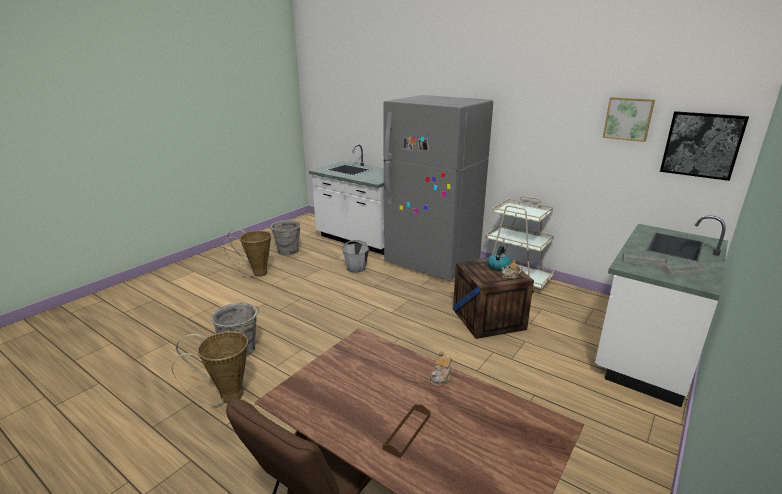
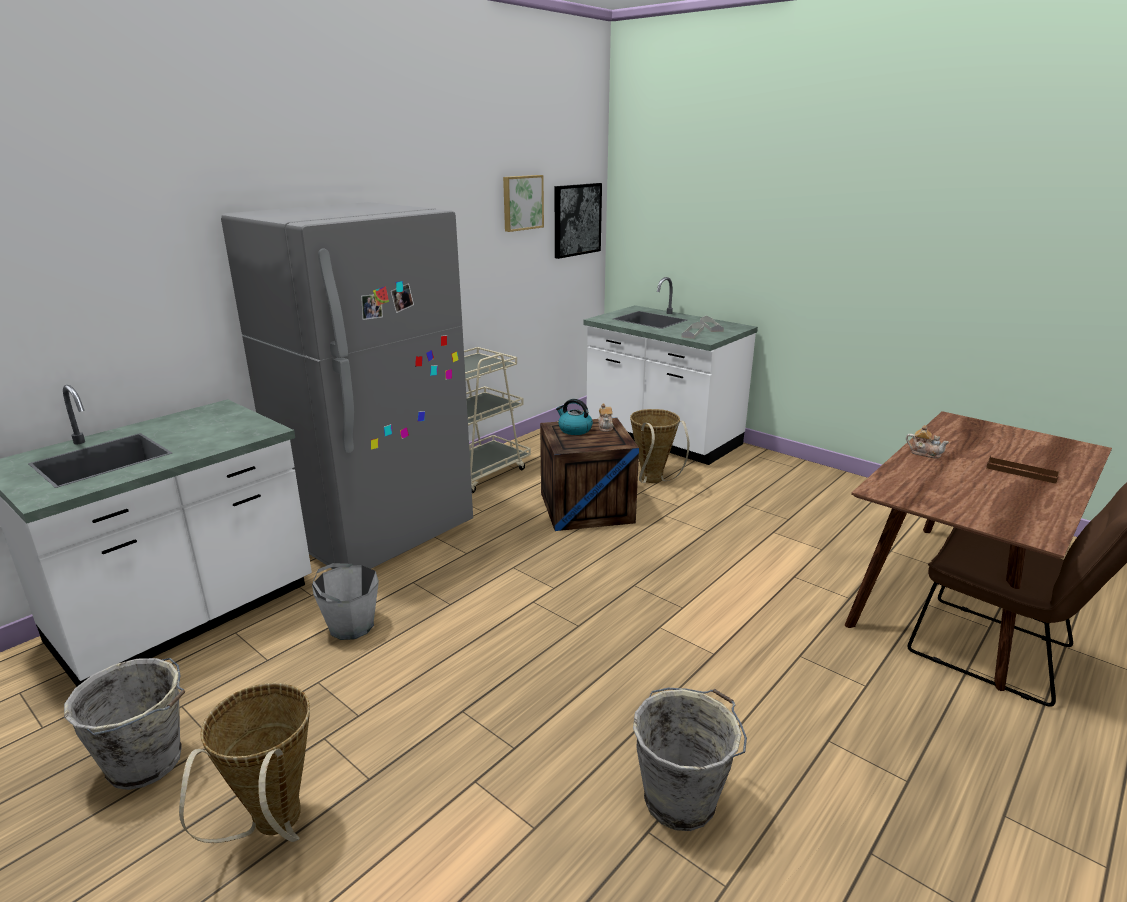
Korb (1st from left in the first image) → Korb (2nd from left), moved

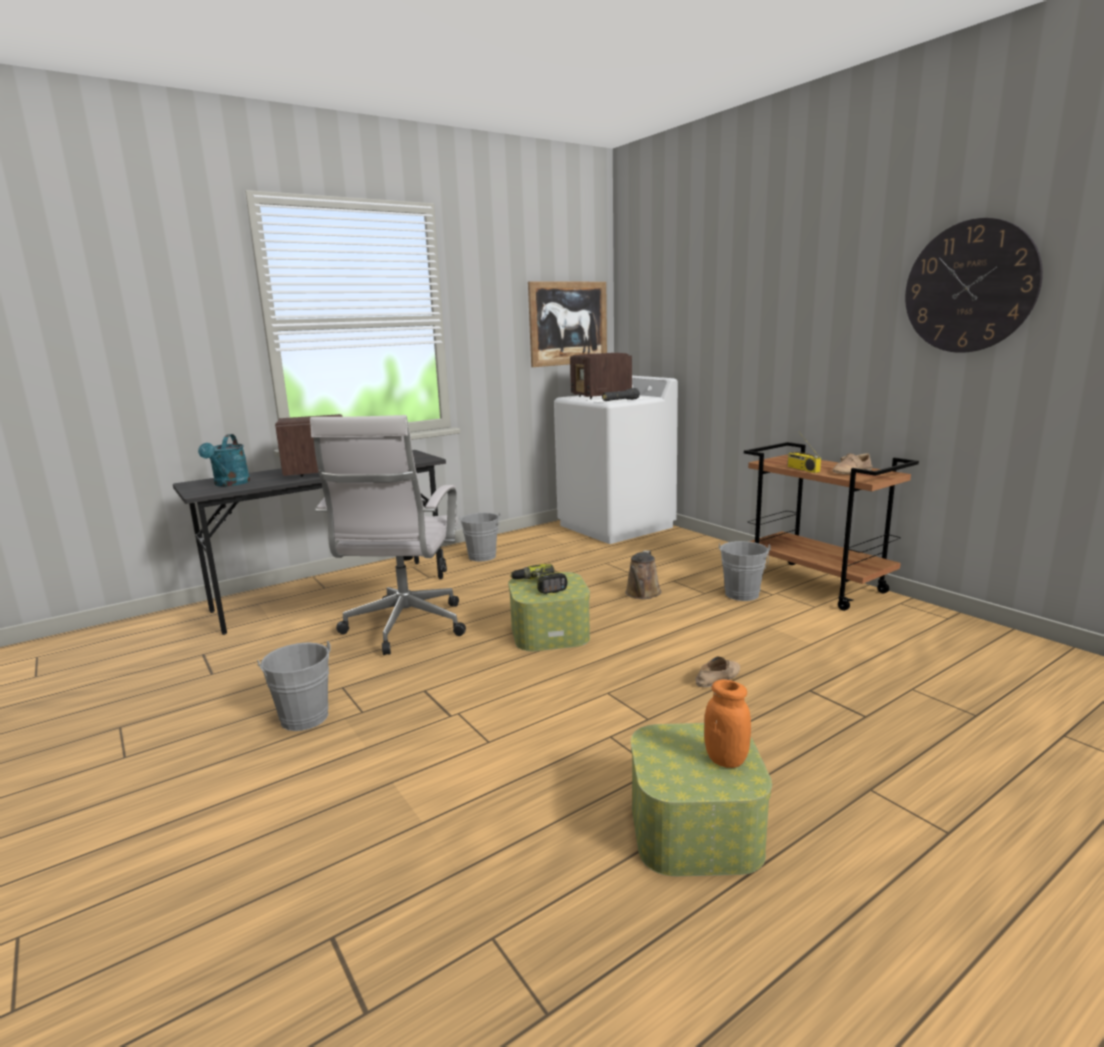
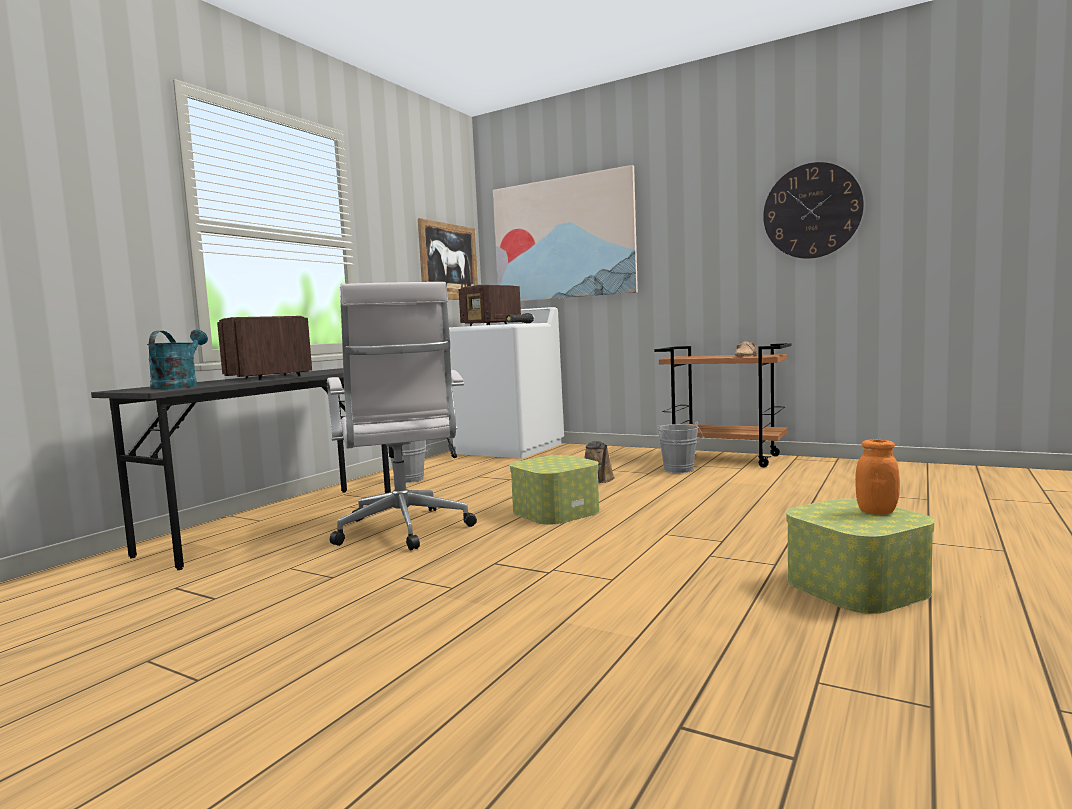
Radio (3rd from left) → -
Gießkanne/türkis, 150 degrees counterclockwise
Bohrmaschine → -
Eimer/grau (1st from left) → -
Schuh/beige (1st from left) → -
- → Bild (2nd from left)

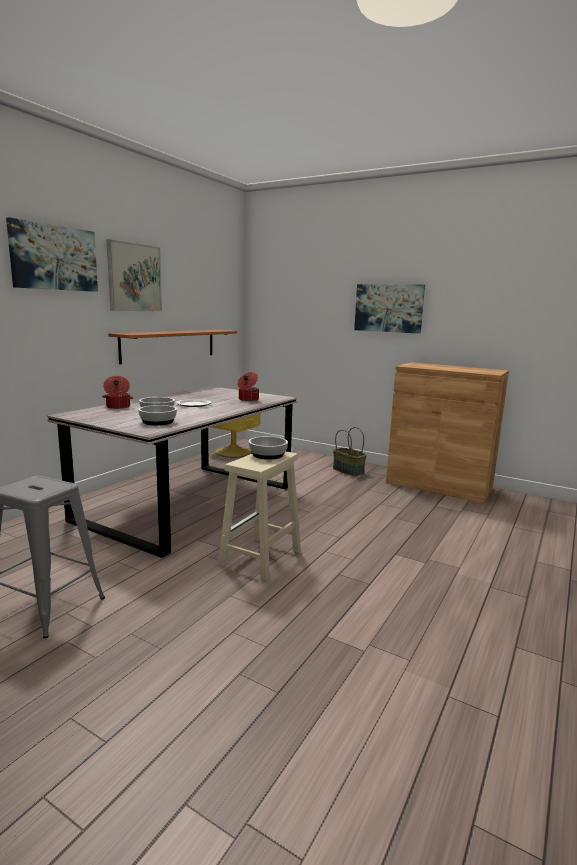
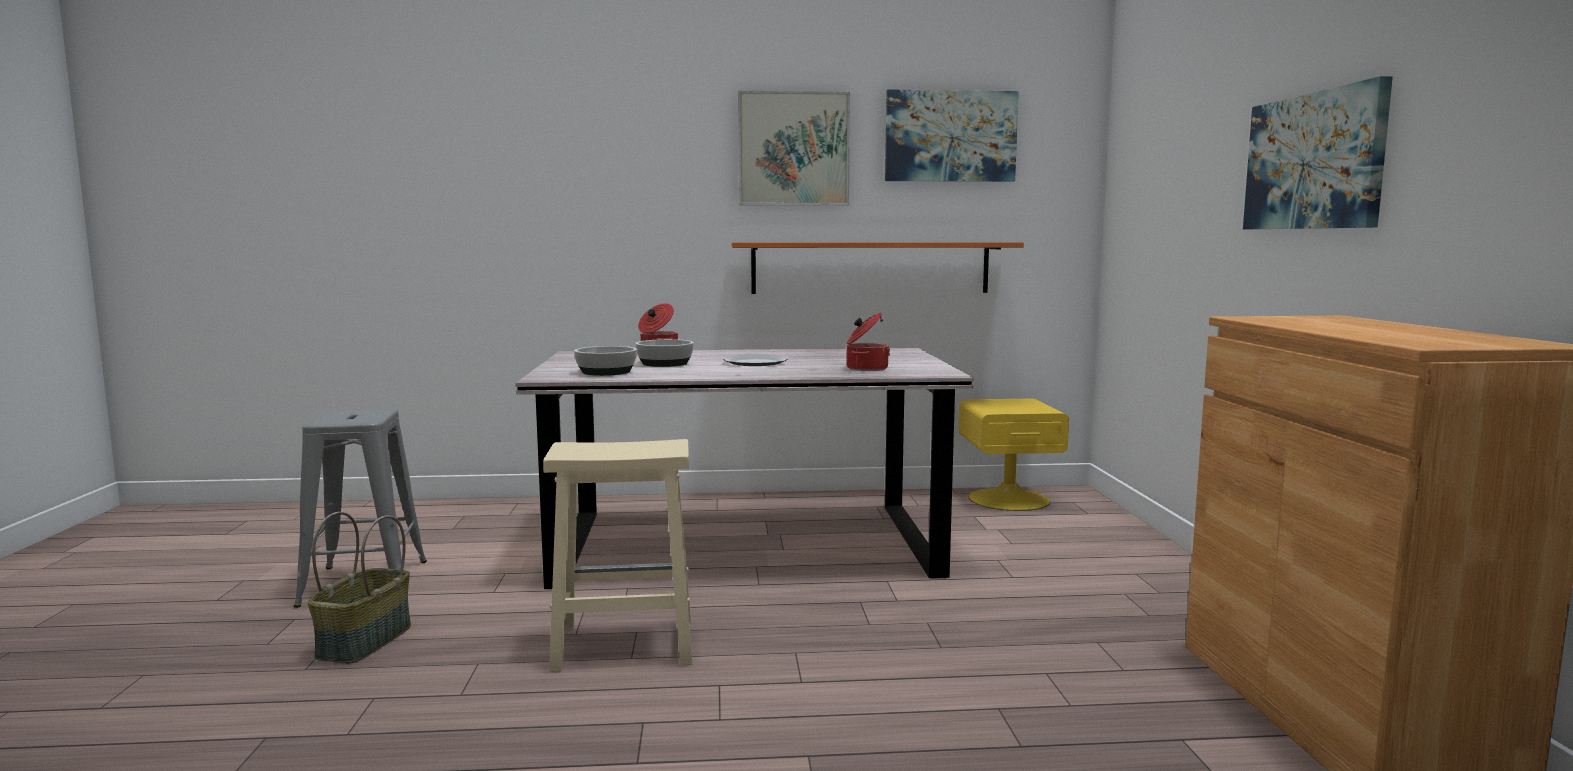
Bild (1st from left in the first image) → Bild (2nd from left), moved
Korb, moved
Schüssel (3rd from left) → -

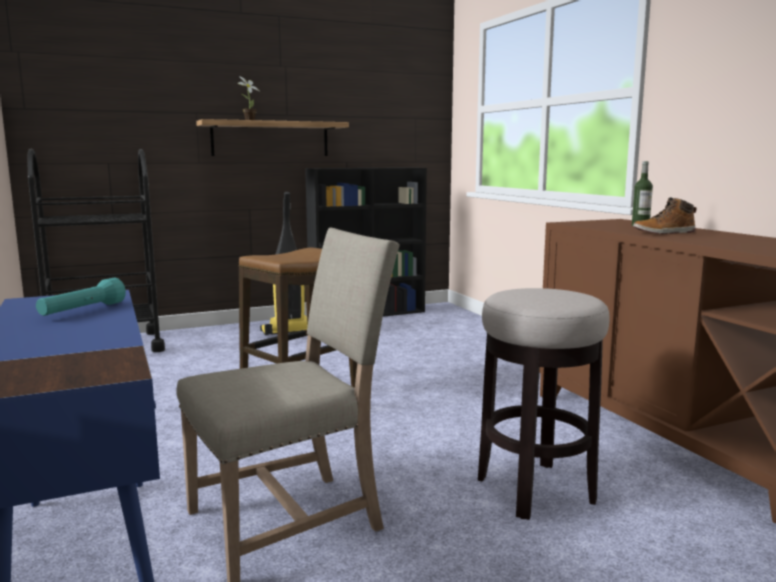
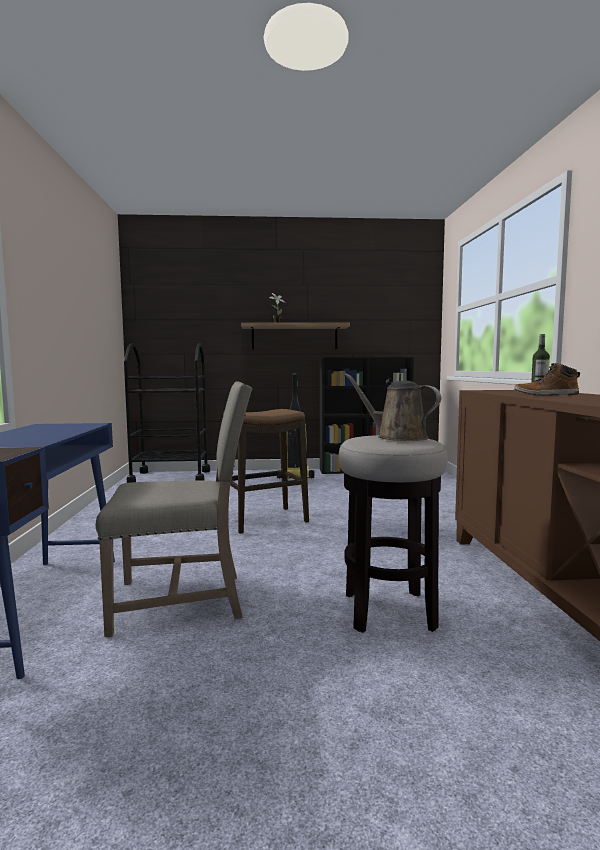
Taschenlampe/türkis → -
- → Gießkanne/braun

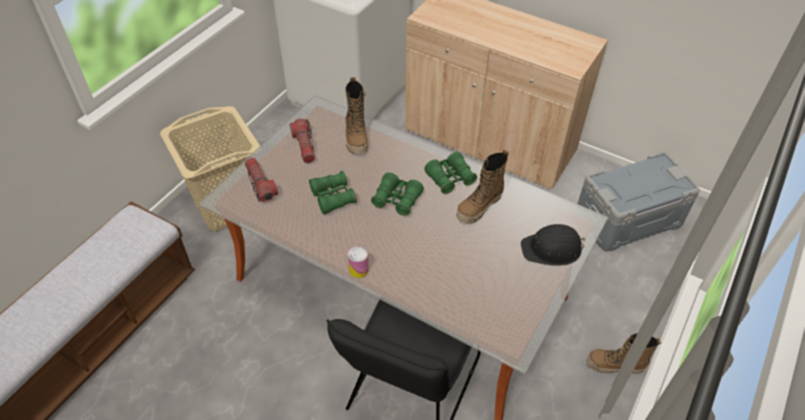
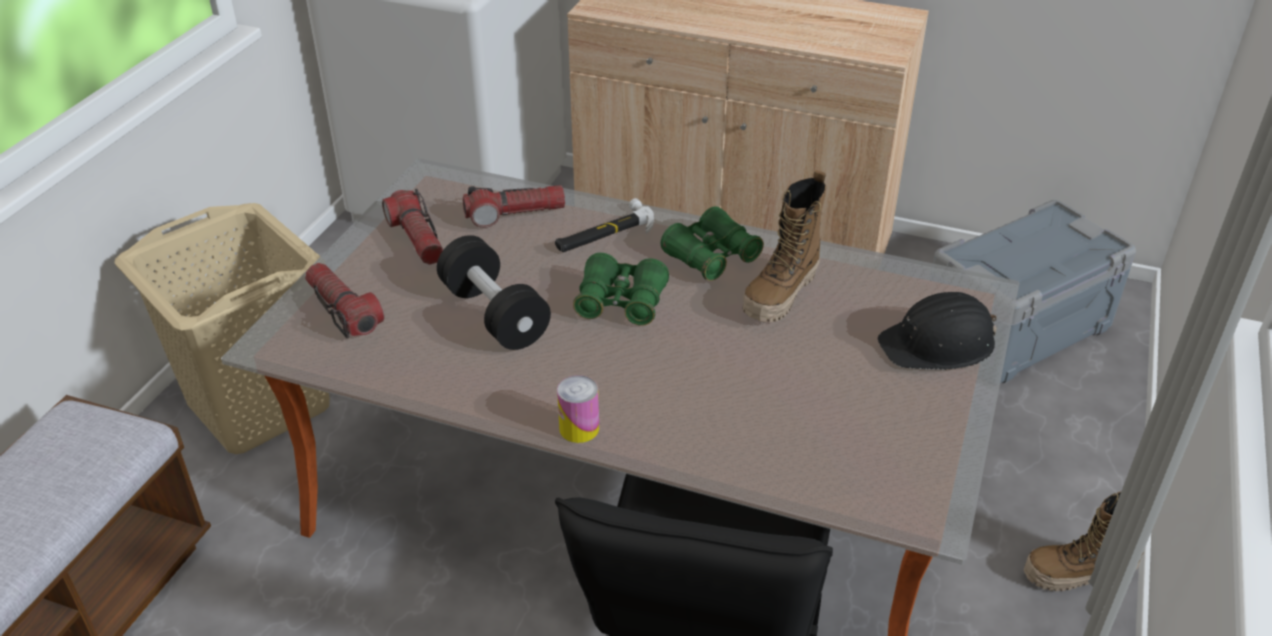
Stiefel (1st from left) → Taschenlampe (3rd from left)
Fernglas/grün (1st from left) → Hantel/schwarz
- → Hammer

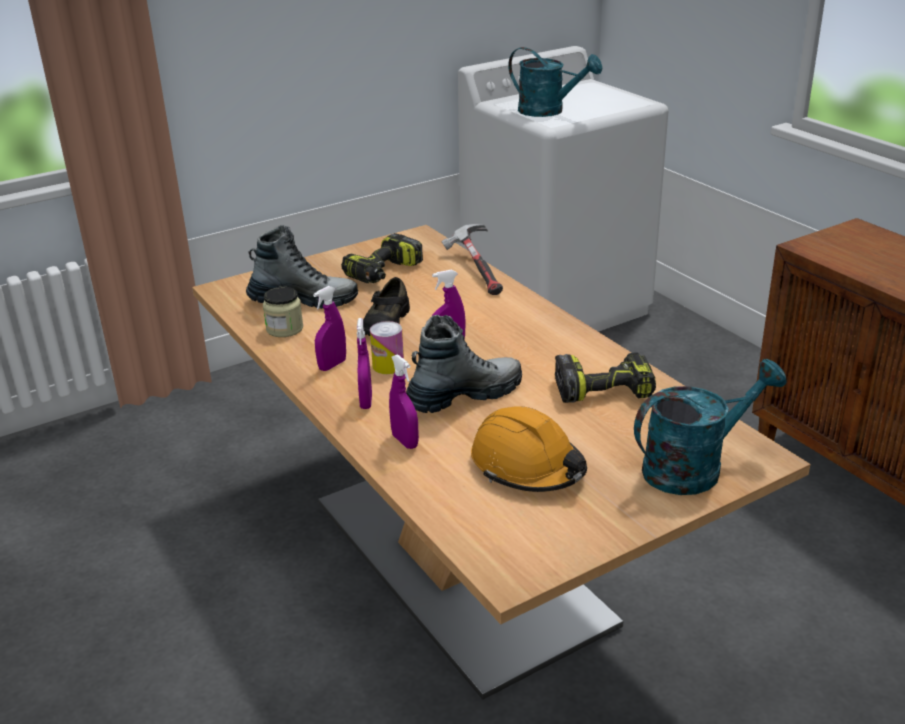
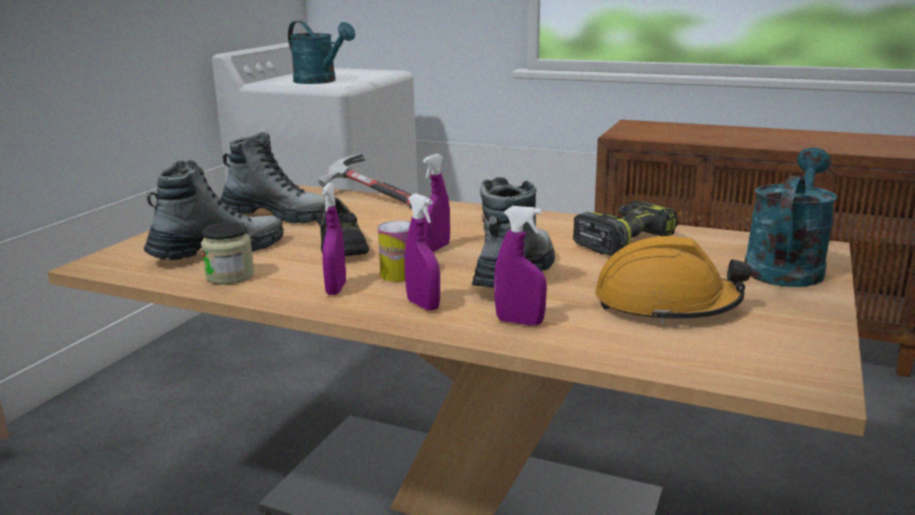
Gießkanne/türkis (1st from left), 45 degrees clockwise
Bohrmaschine (1st from left) → Stiefel (2nd from left)

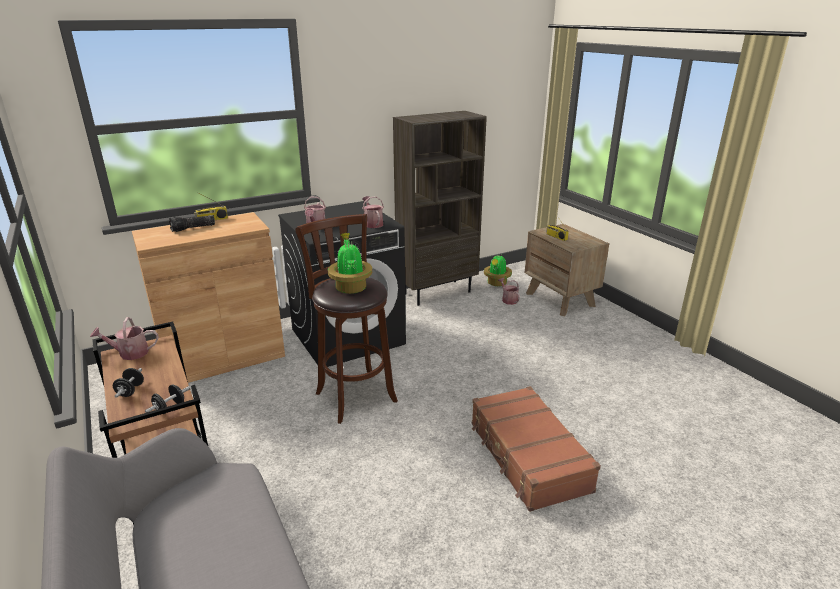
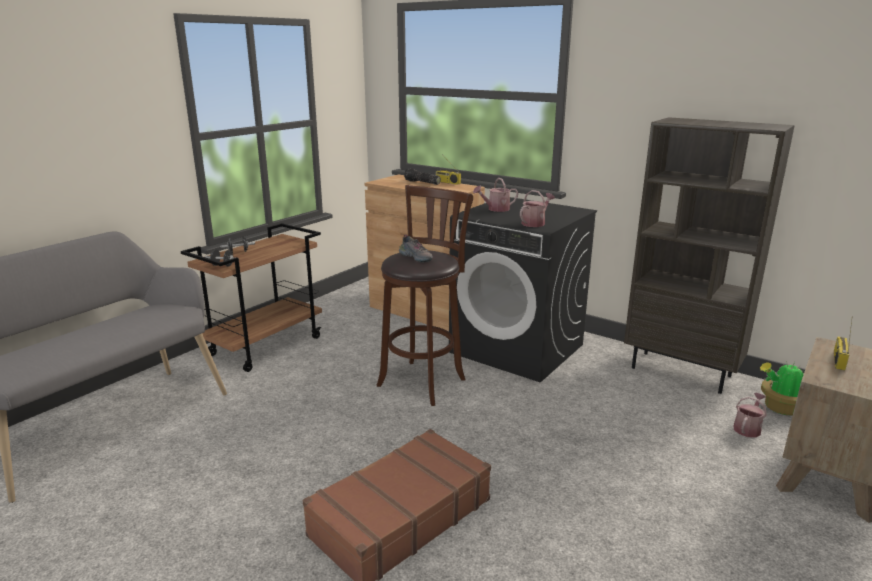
Topfpflanze (1st from left) → Schuh
Gießkanne (1st from left) → -

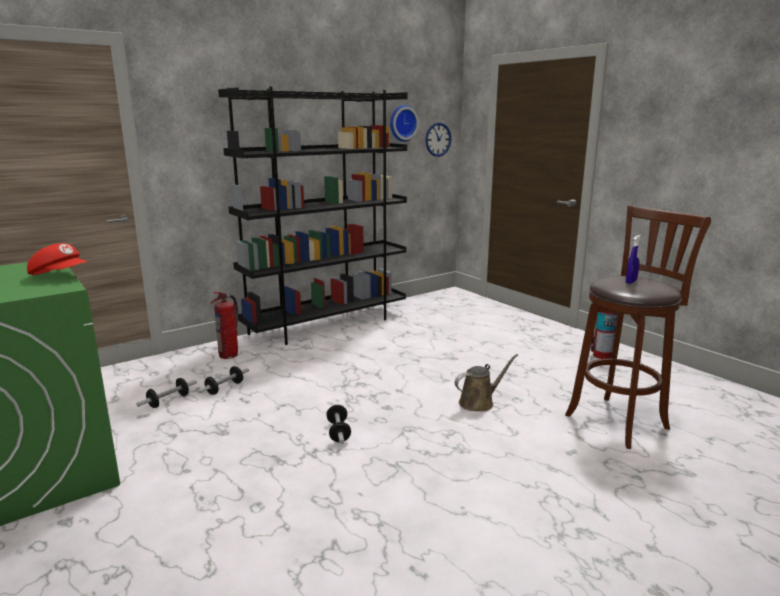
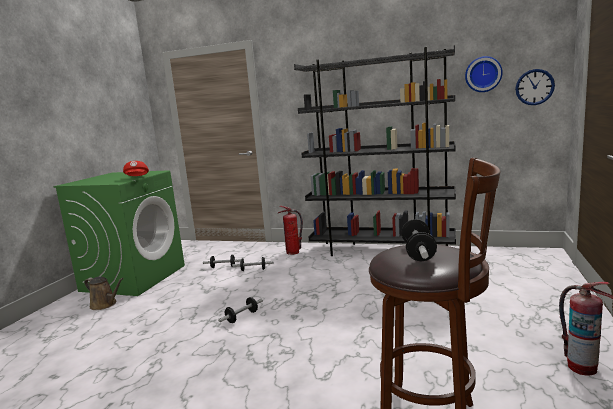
Sprühflasche/blau → Hantel (4th from left)
Gießkanne/braun, moved

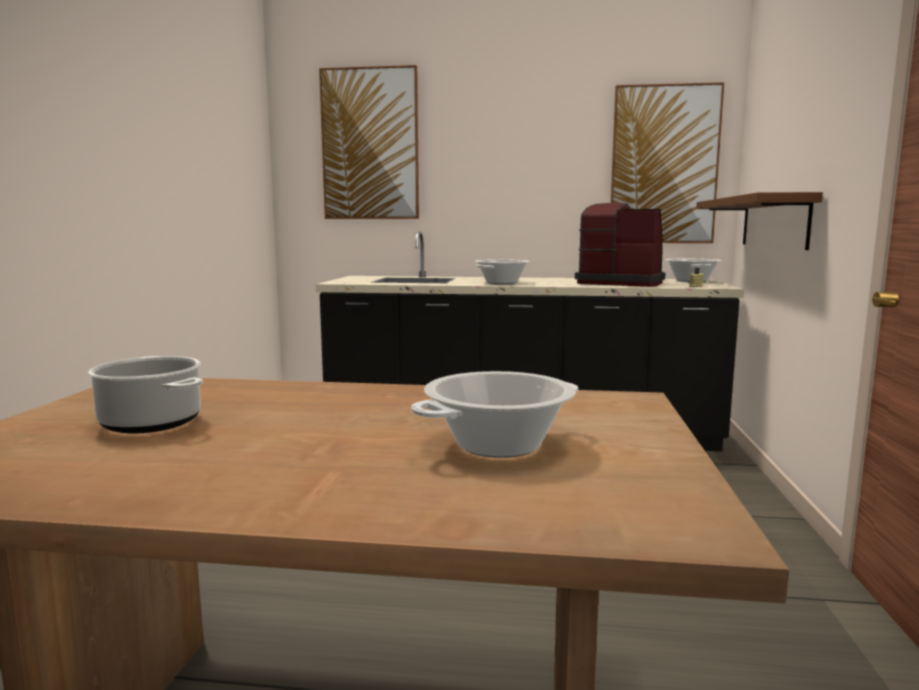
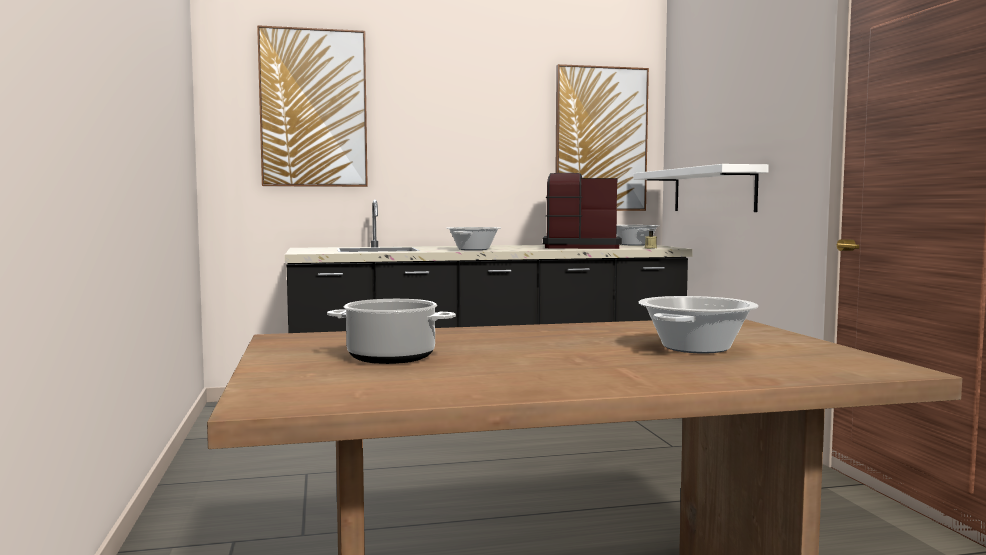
Wandregal/braun → Wandregal/weiß

